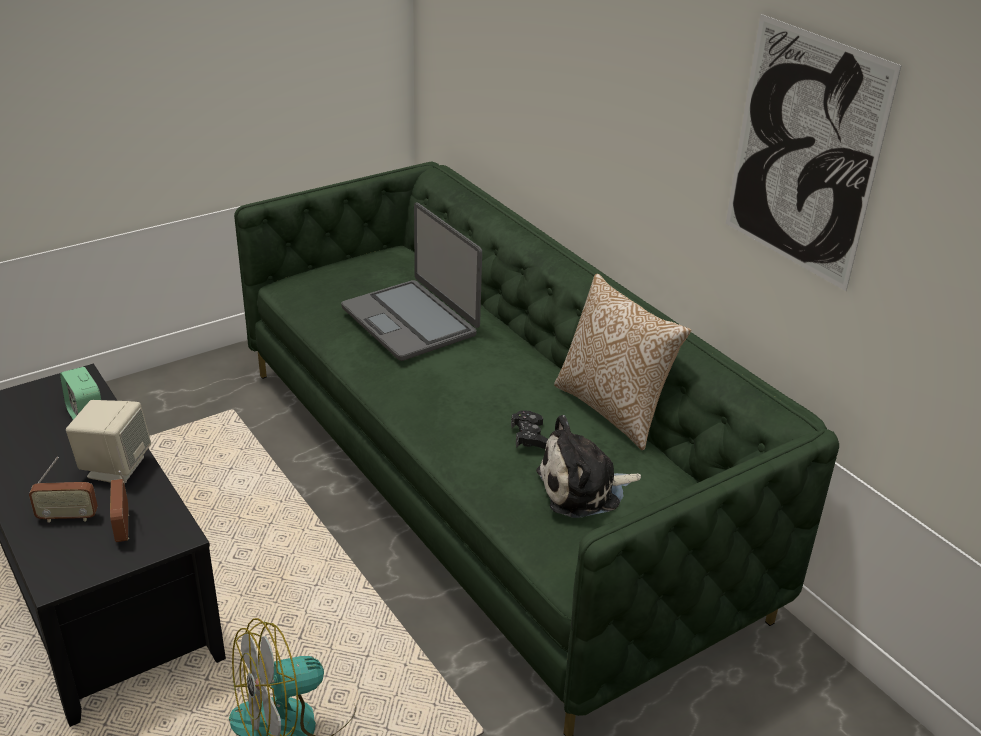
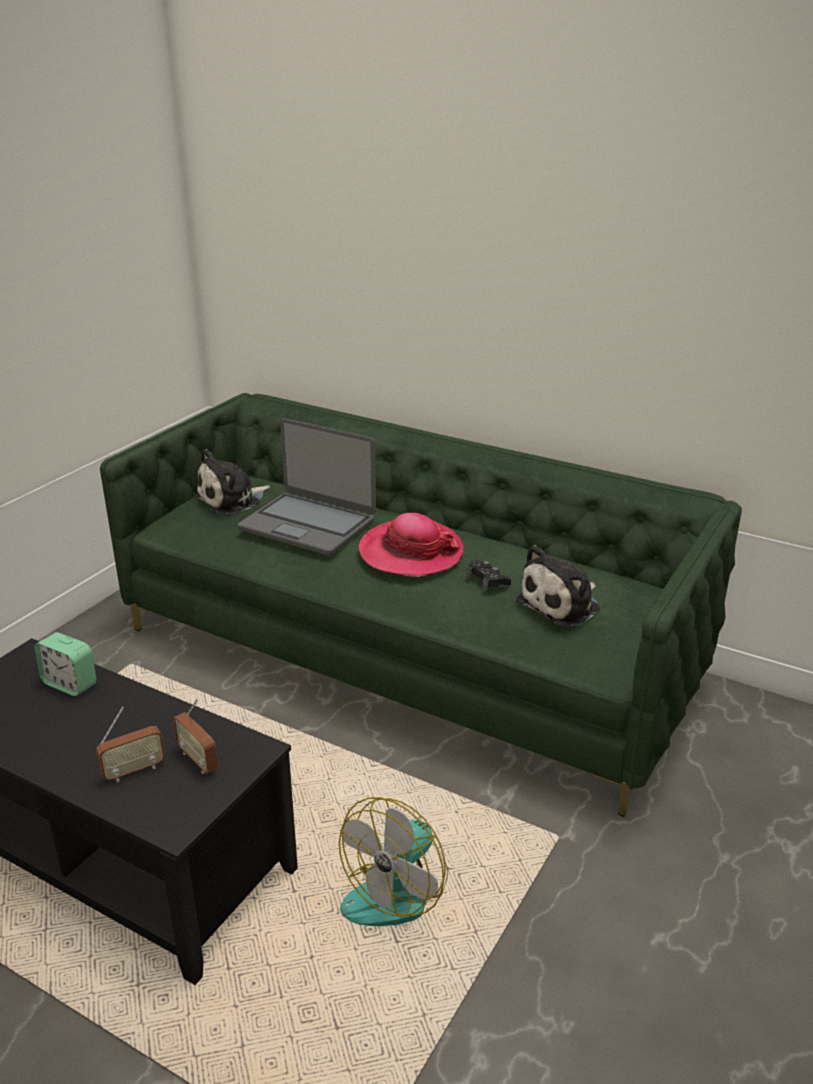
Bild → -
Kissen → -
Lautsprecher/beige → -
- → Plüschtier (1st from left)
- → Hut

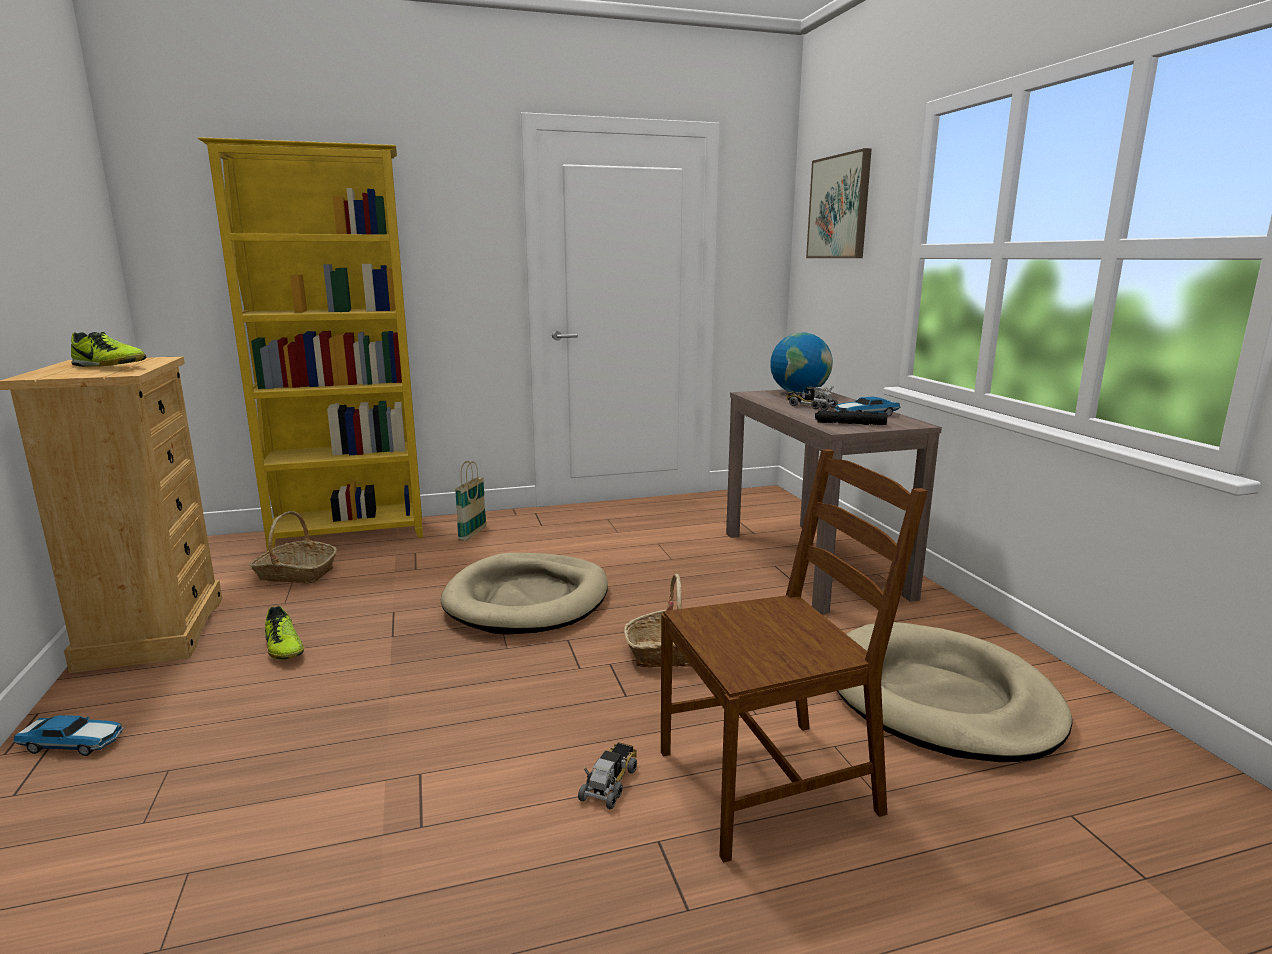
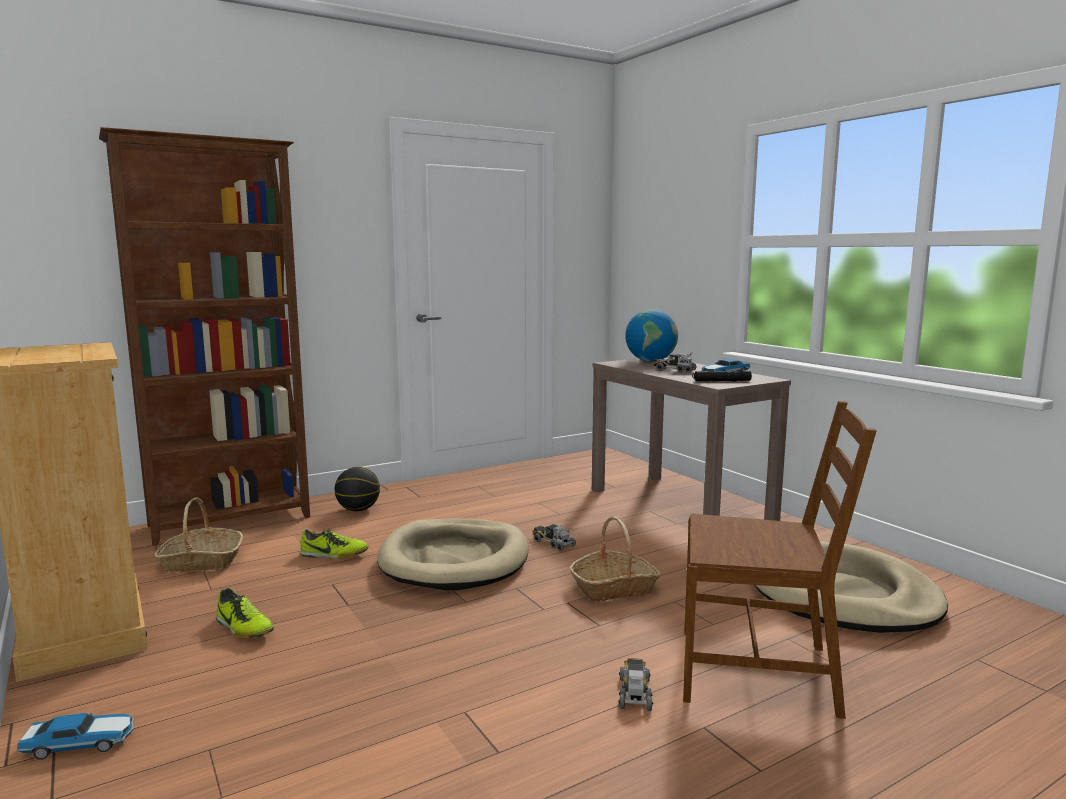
Bücherregal/gelb → Bücherregal/braun
Bild → -
Schuh (1st from left in the first image) → Schuh (2nd from left), moved
Stuhl/braun, 45 degrees clockwise
Korb (2nd from left) → Basketball
- → Spielzeuglaster (1st from left)

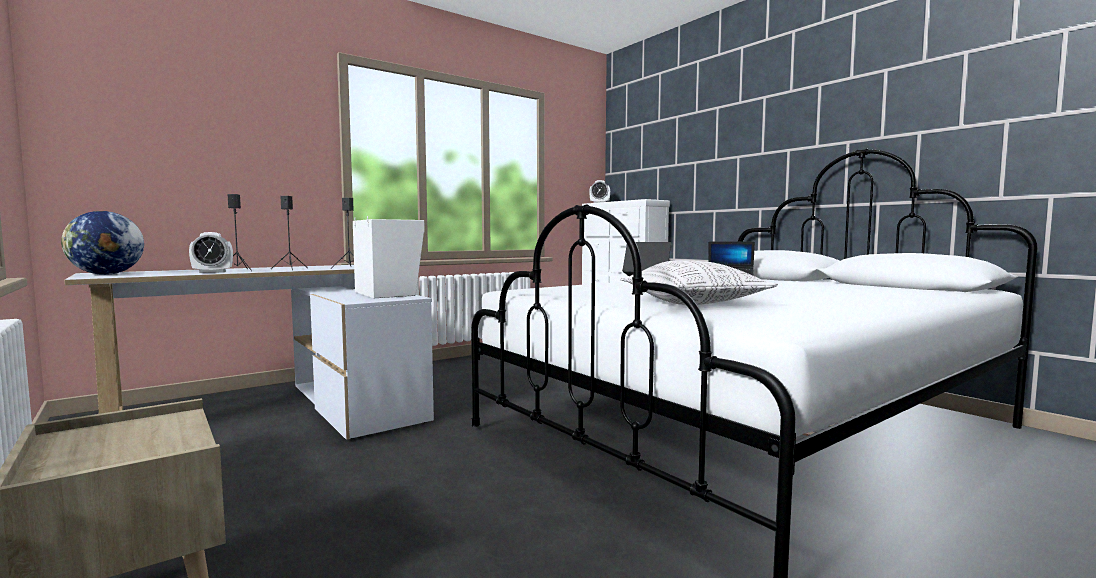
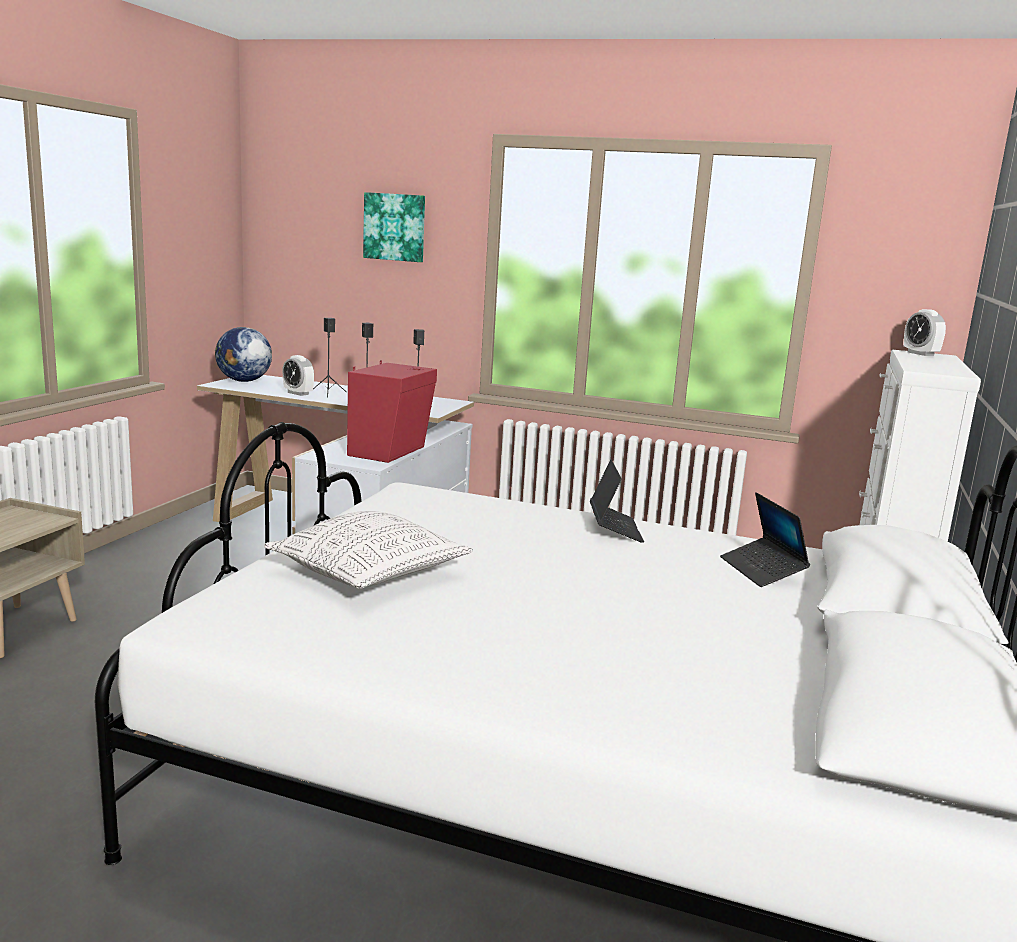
Lautsprecher/weiß → Lautsprecher/rot
- → Bild

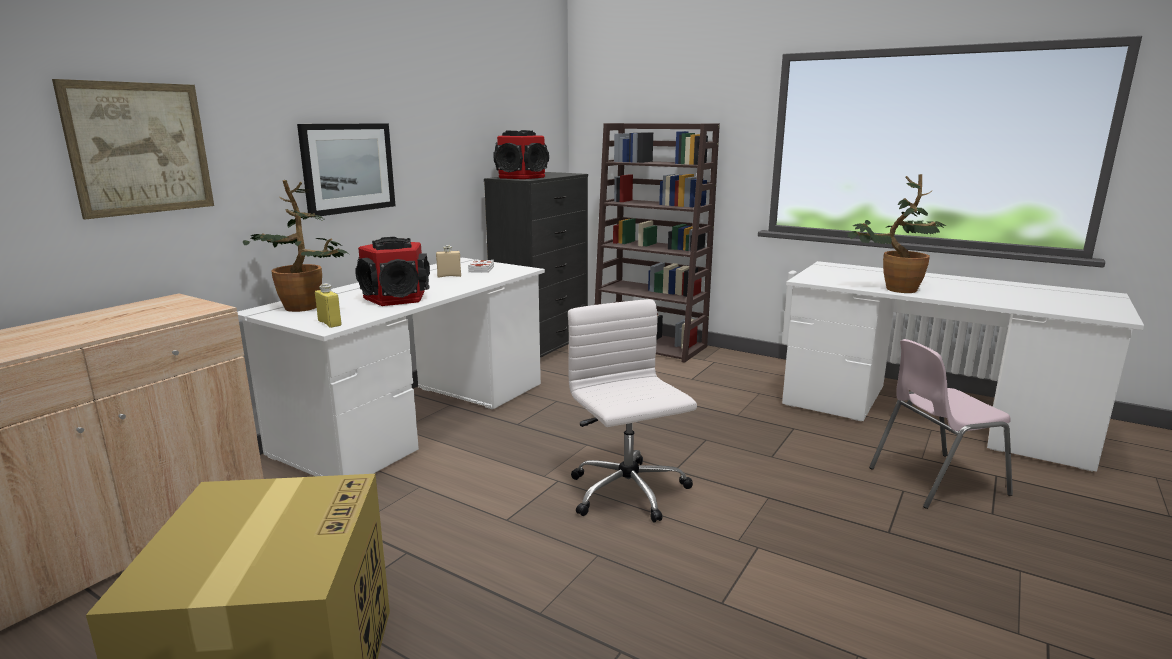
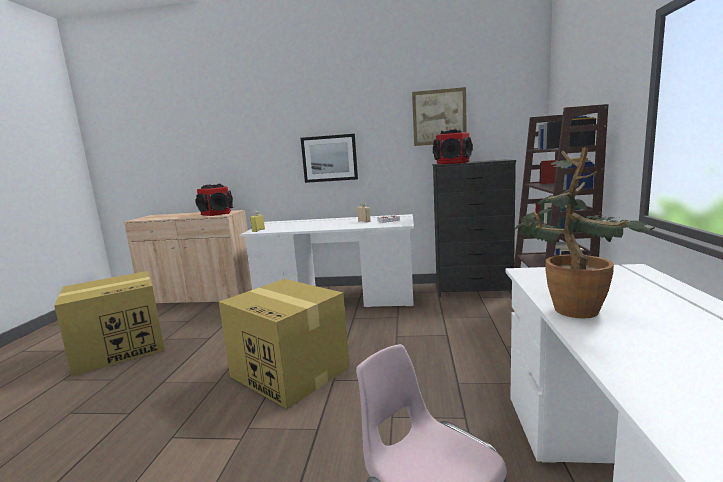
Bild (1st from left in the first image) → Bild (2nd from left), moved
Topfpflanze (1st from left) → -
Lautsprecher (1st from left), moved
Bürostuhl/weiß → Karton (2nd from left)

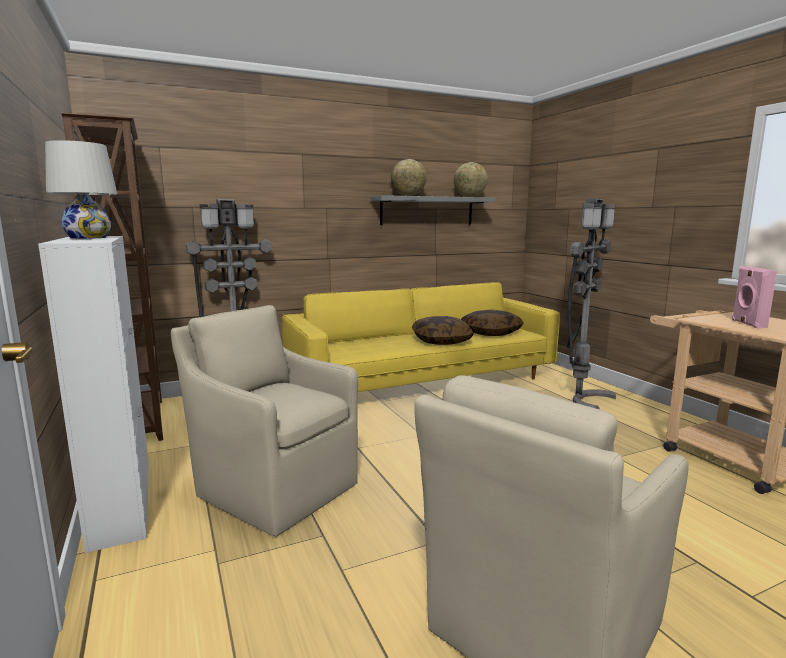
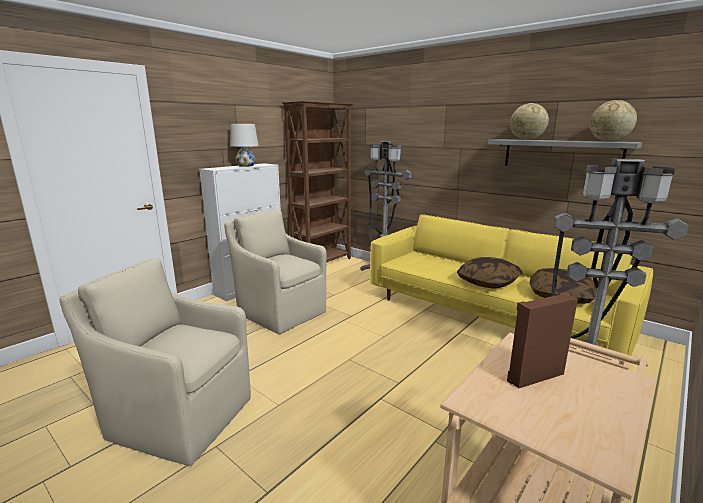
Lautsprecher/rosa → Lautsprecher/braun
Sessel/beige (1st from left in the first image) → Sessel/beige (2nd from left), 60 degrees counterclockwise

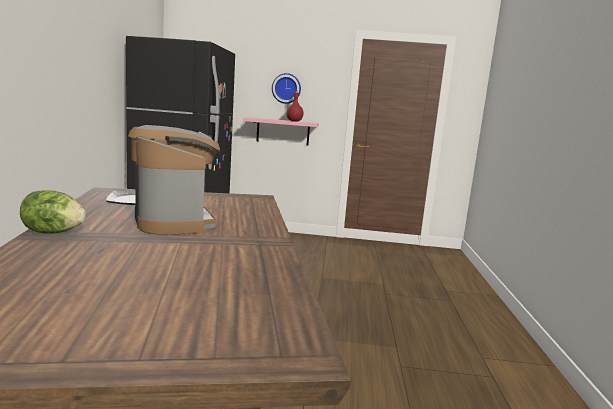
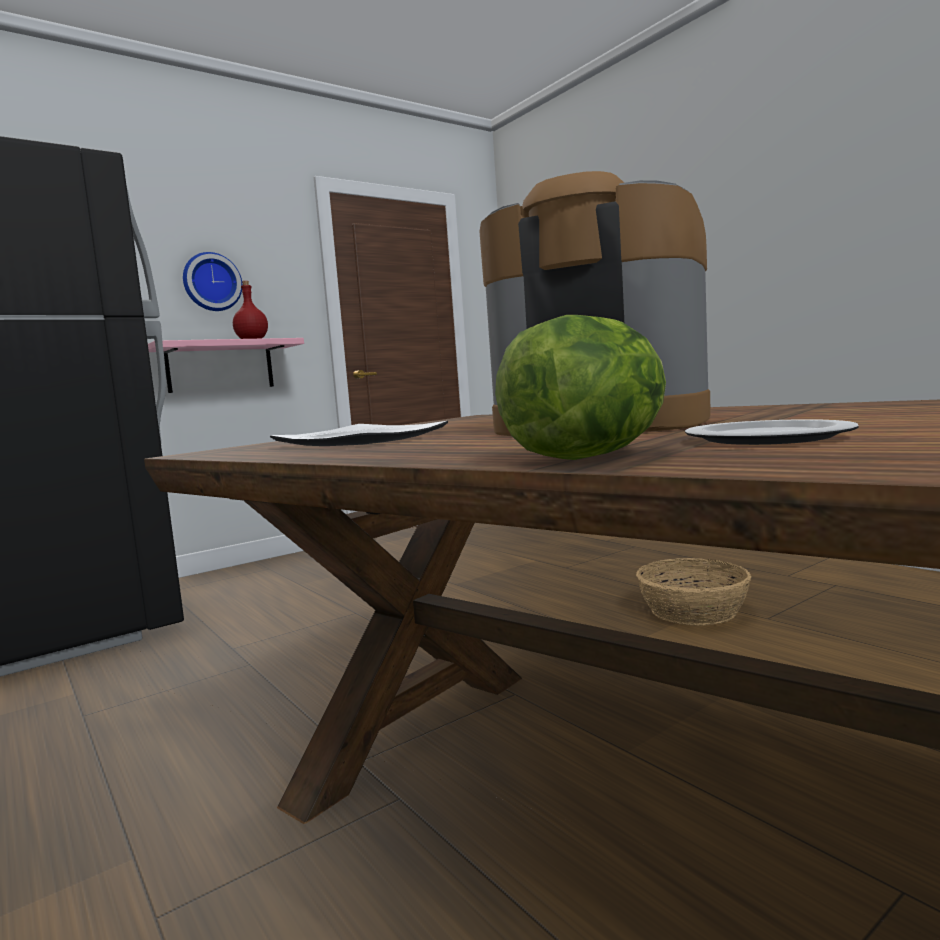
- → Teller (2nd from left)
- → Korb

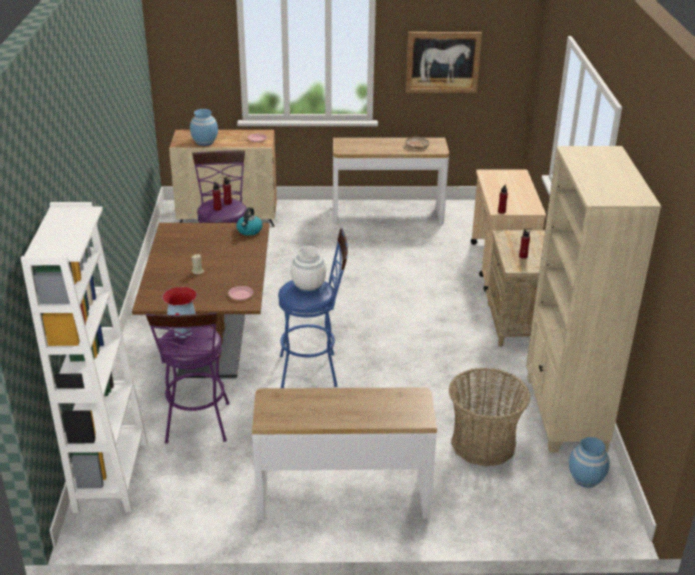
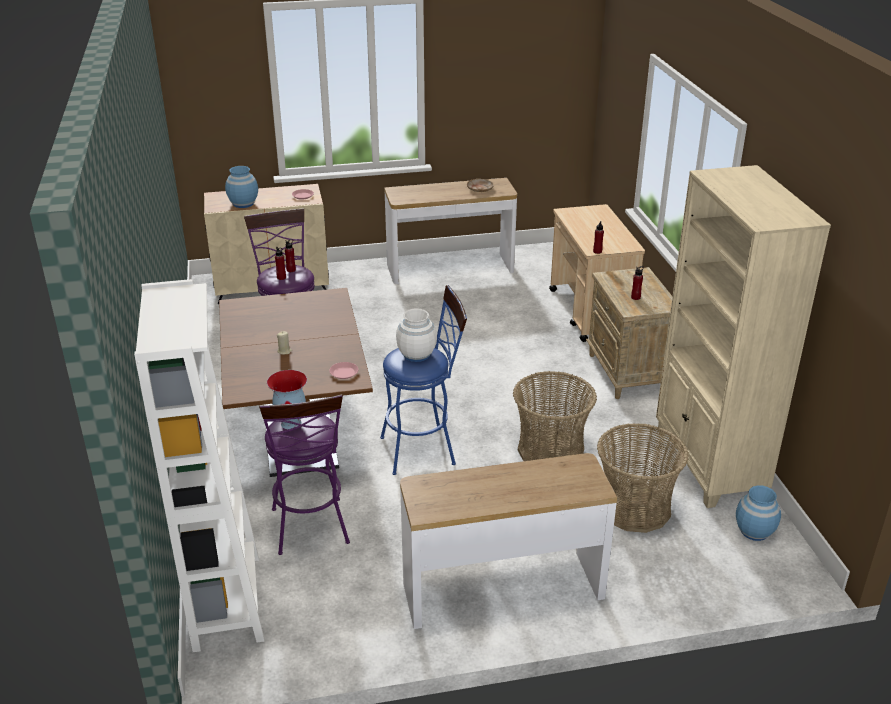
Bild → -
Wasserkessel → -
- → Korb (1st from left)

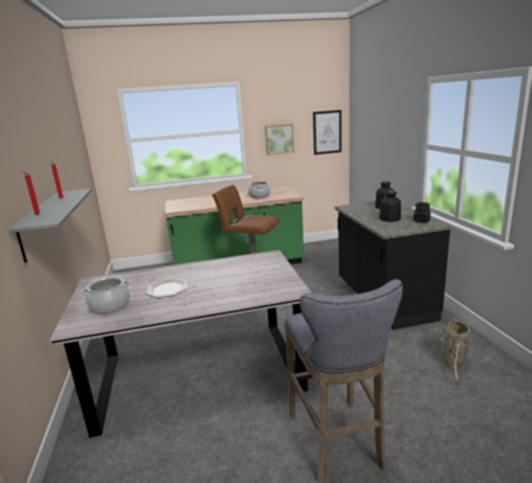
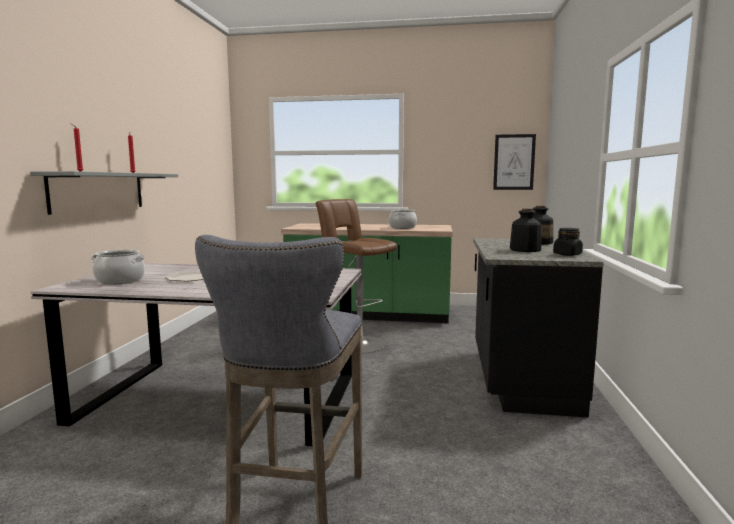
Bild (1st from left) → -
Korb → -

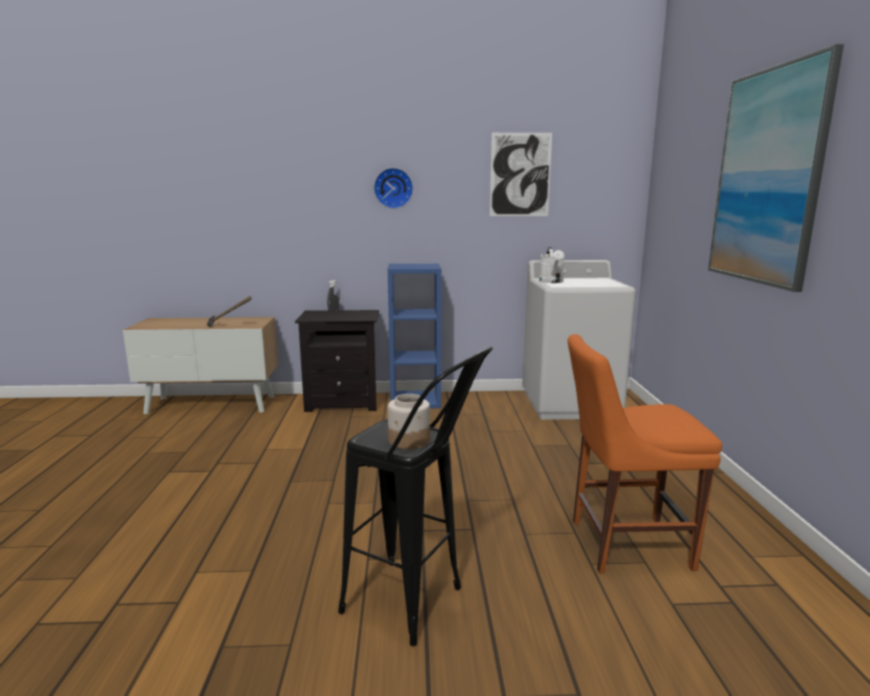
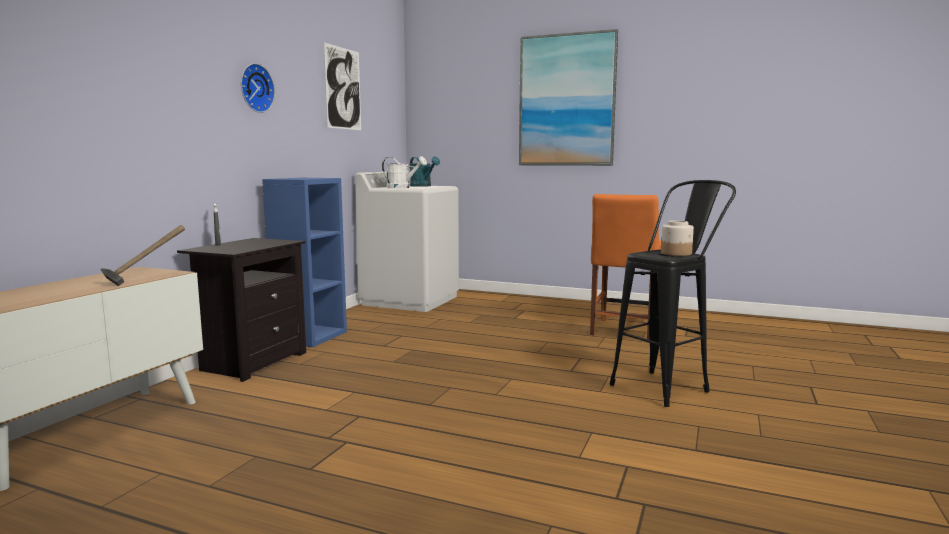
- → Gießkanne/türkis

